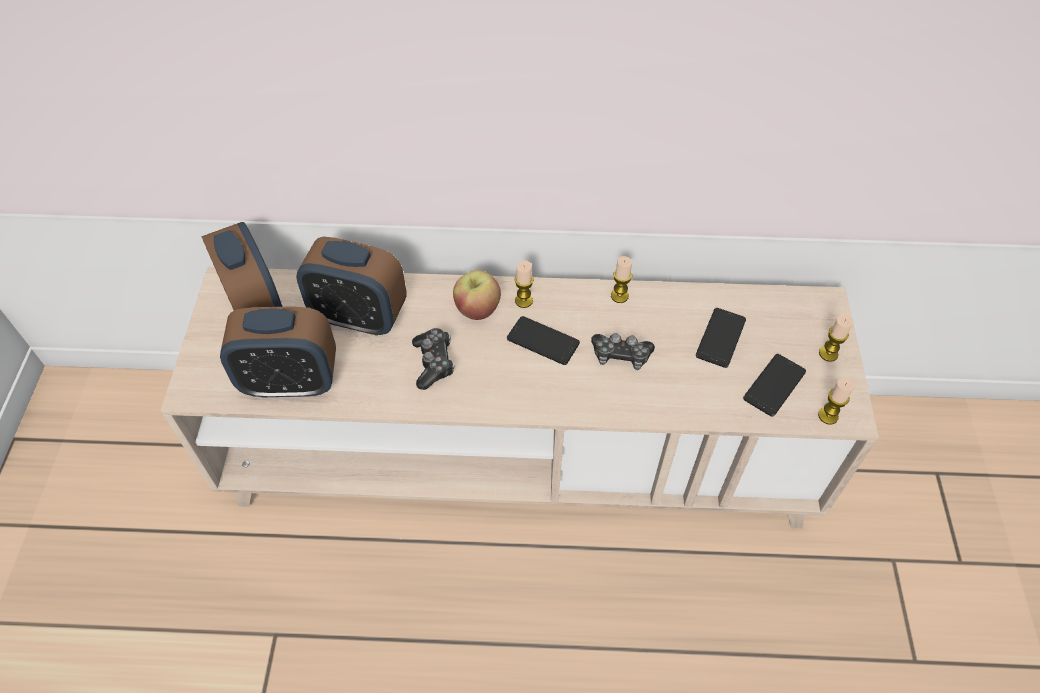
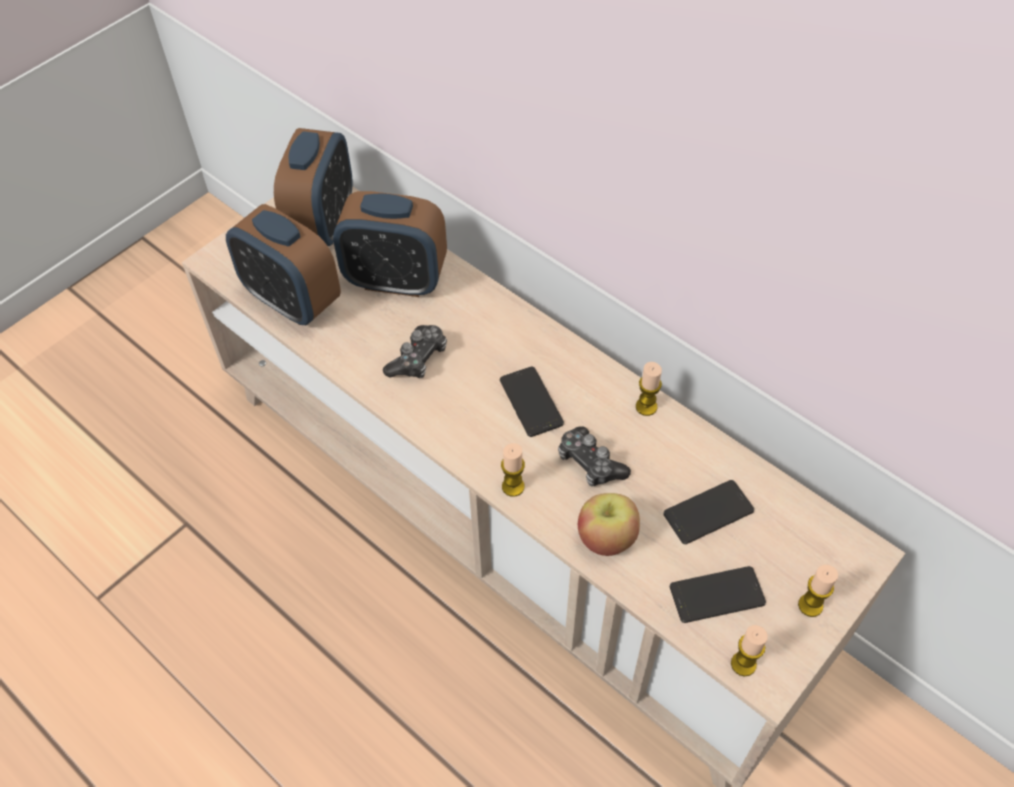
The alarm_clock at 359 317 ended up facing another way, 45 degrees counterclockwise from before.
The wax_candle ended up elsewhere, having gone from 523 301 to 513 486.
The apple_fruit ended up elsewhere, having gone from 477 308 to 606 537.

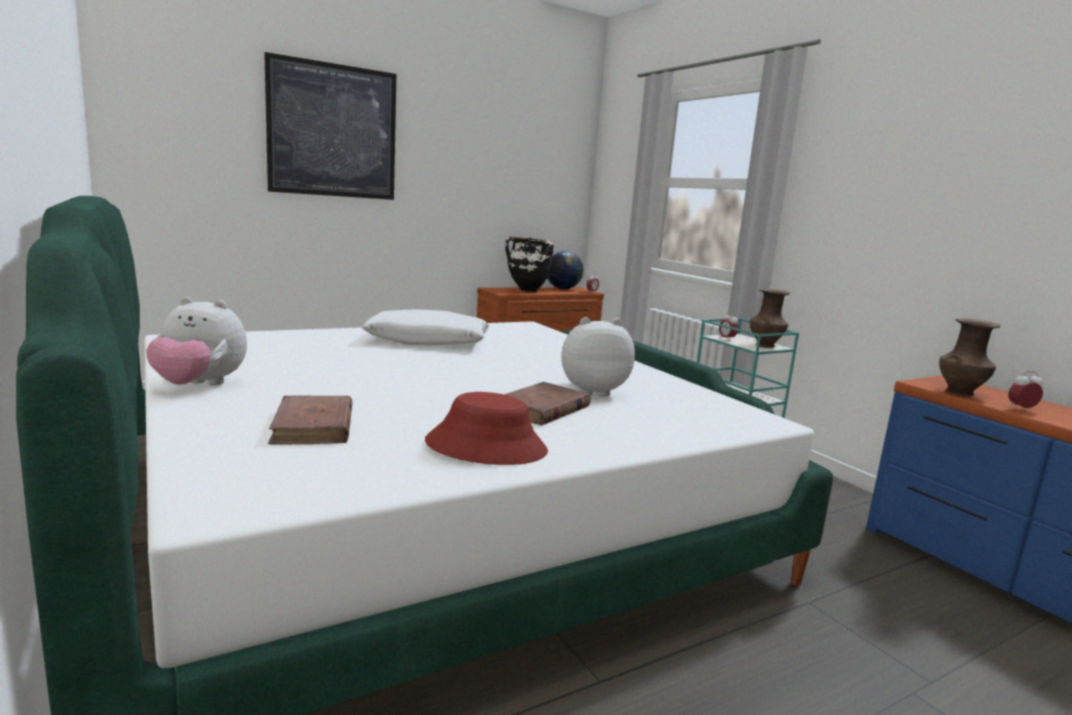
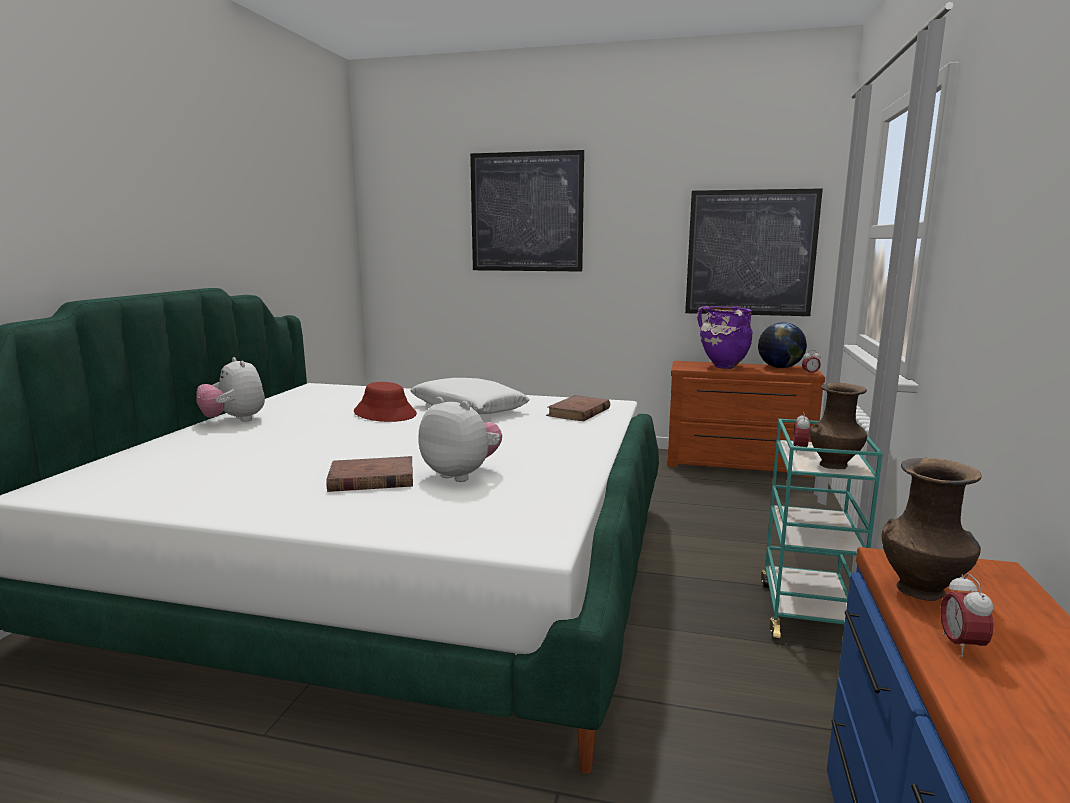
What was the black_decorative_vase at 527 290 turned into the purplish_decorative_vase at 723 367.
The alarm_clock at 1021 409 ended up facing another way, 120 degrees counterclockwise from before.
The reddish_hat ended up elsewhere, having gone from 486 447 to 385 413.
The brown-coloured_volume ended up elsewhere, having gone from 313 426 to 578 412.
The second view gained the picture at 750 253.

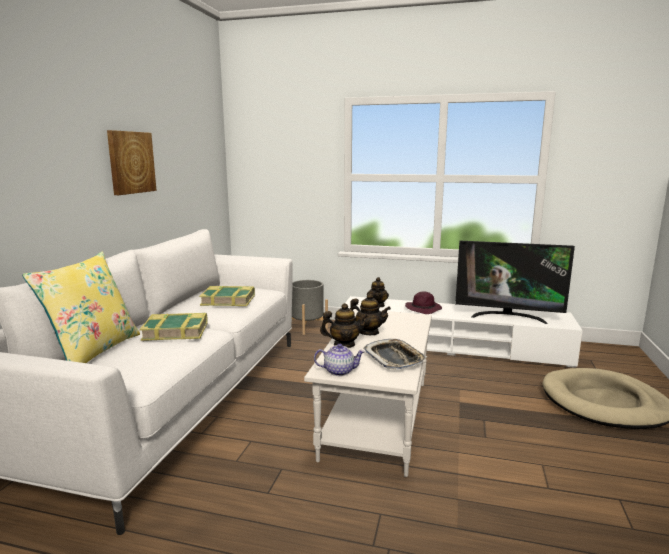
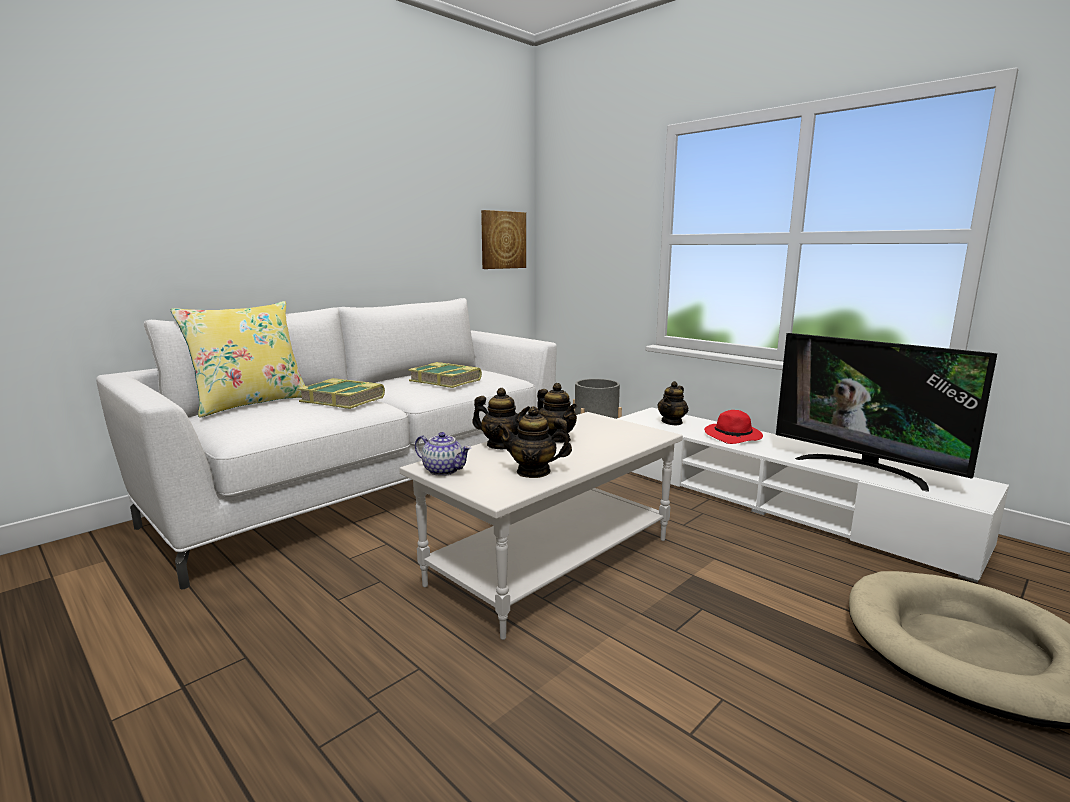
The picture ended up elsewhere, having gone from 131 162 to 502 240.
What was the purplish_hat at 423 309 turned into the reddish_hat at 734 437.
Where the tray stood at 394 358, the tea_pot came to stand at 533 472.

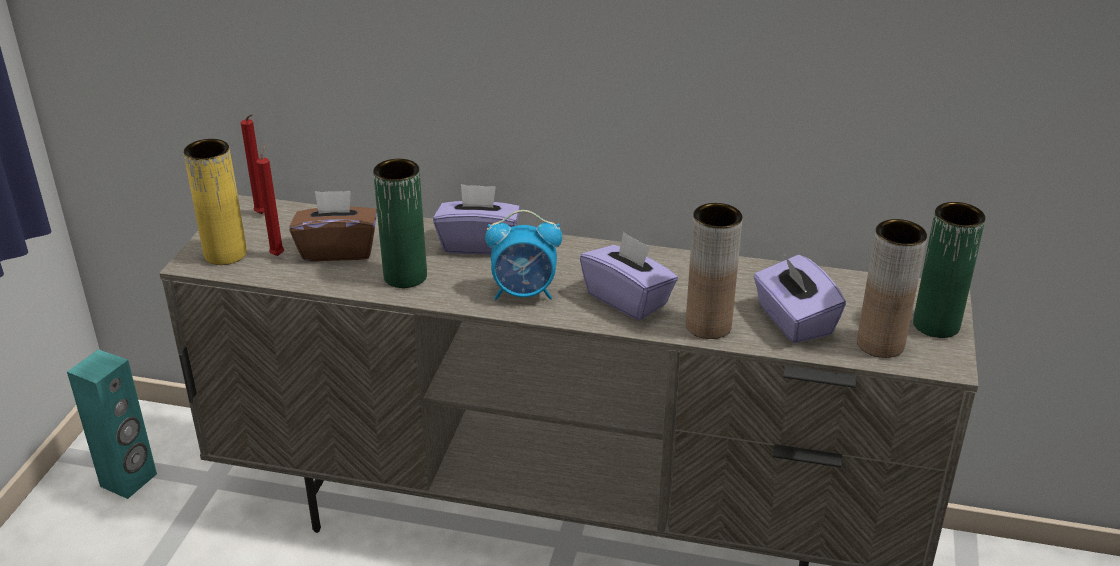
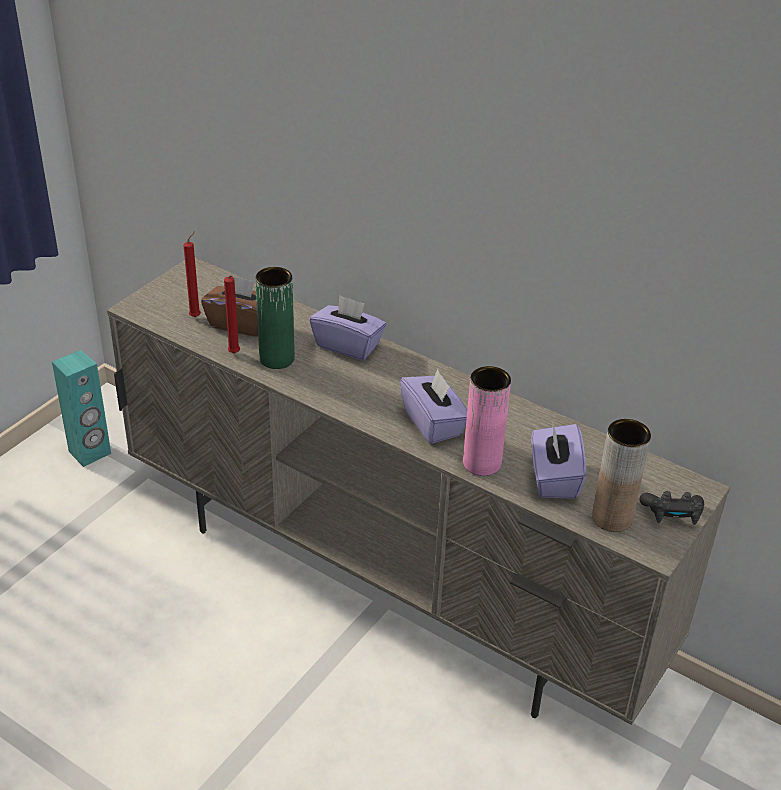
The reddish_wax_candle ended up elsewhere, having gone from 262 214 to 234 354.
The second view lost the yellowish_decorative_vase at 225 254.
Where the green-coloured_decorative_vase stood at 936 325, the black_joypad came to stand at 672 515.
What was the brown-coloured_decorative_vase at 708 326 turned into the pink_decorative_vase at 482 463.
The second view lost the alarm_clock at 524 293.

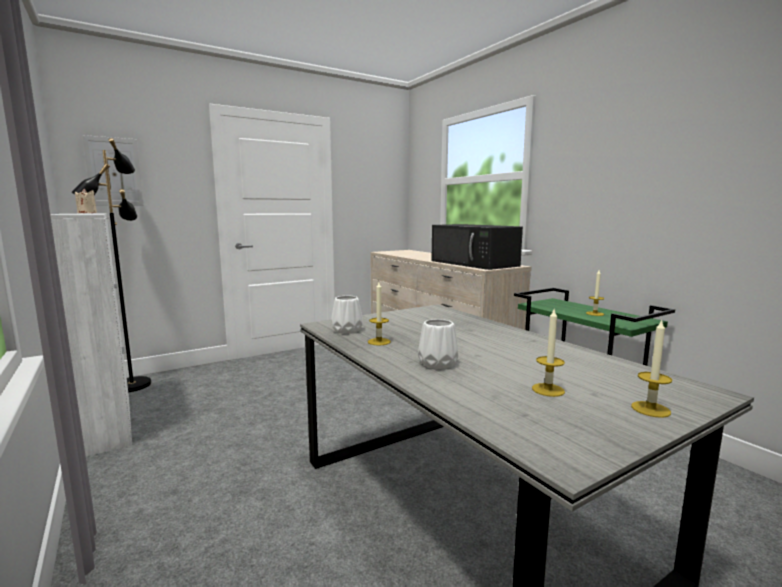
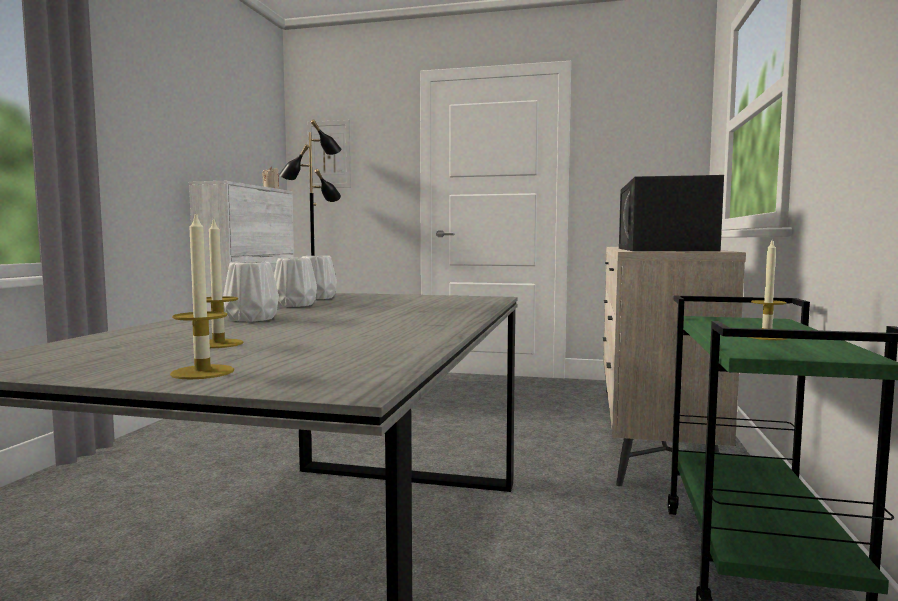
Where the wax_candle stood at 379 341, the white_decorative_vase came to stand at 296 305.

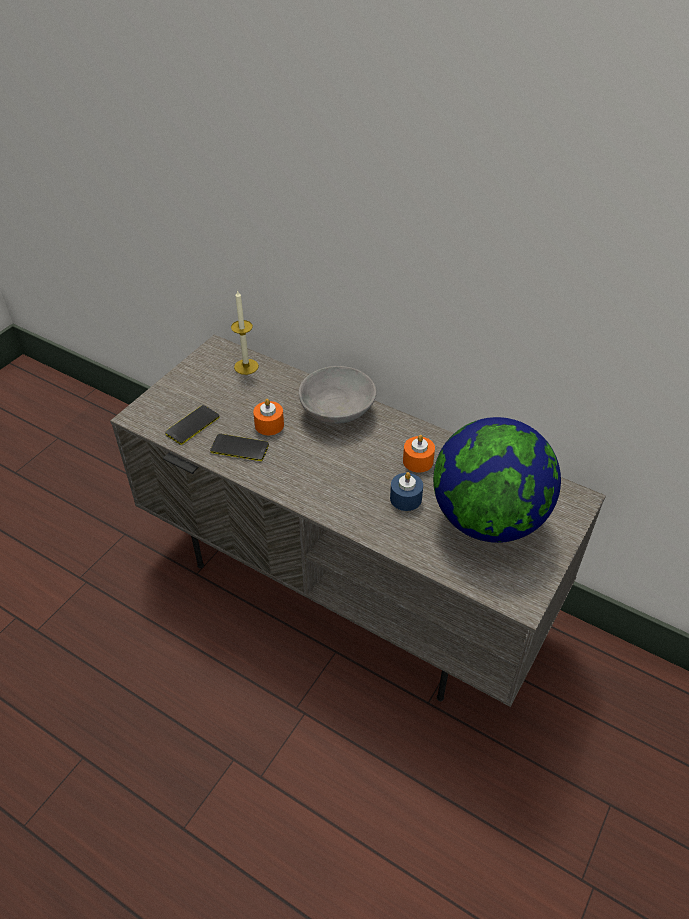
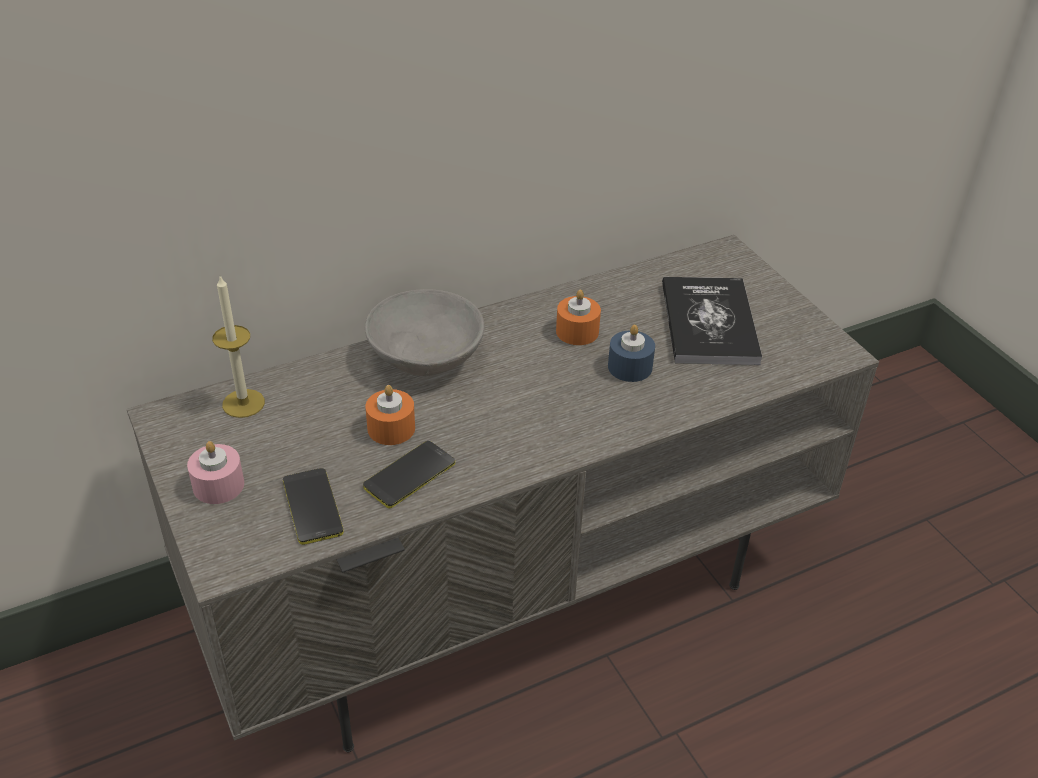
Where the globe stood at 487 519, the volume came to stand at 709 323.
The second view gained the pink_wax_candle at 218 485.

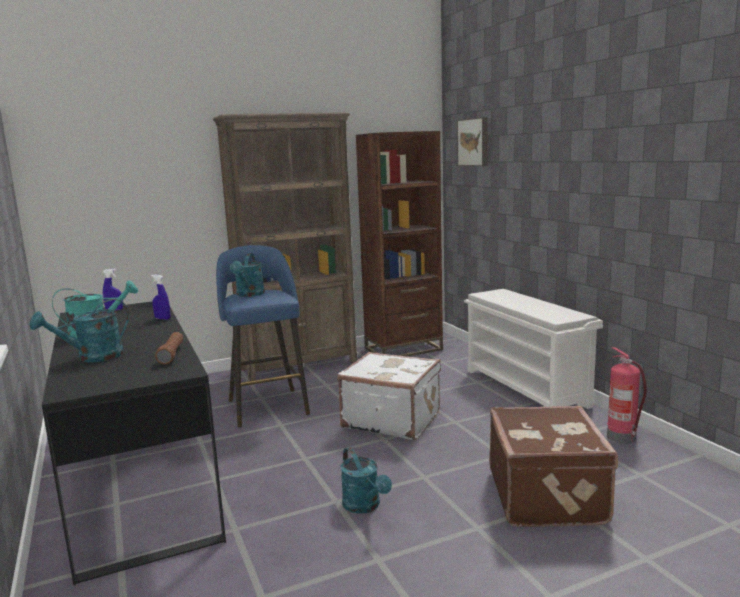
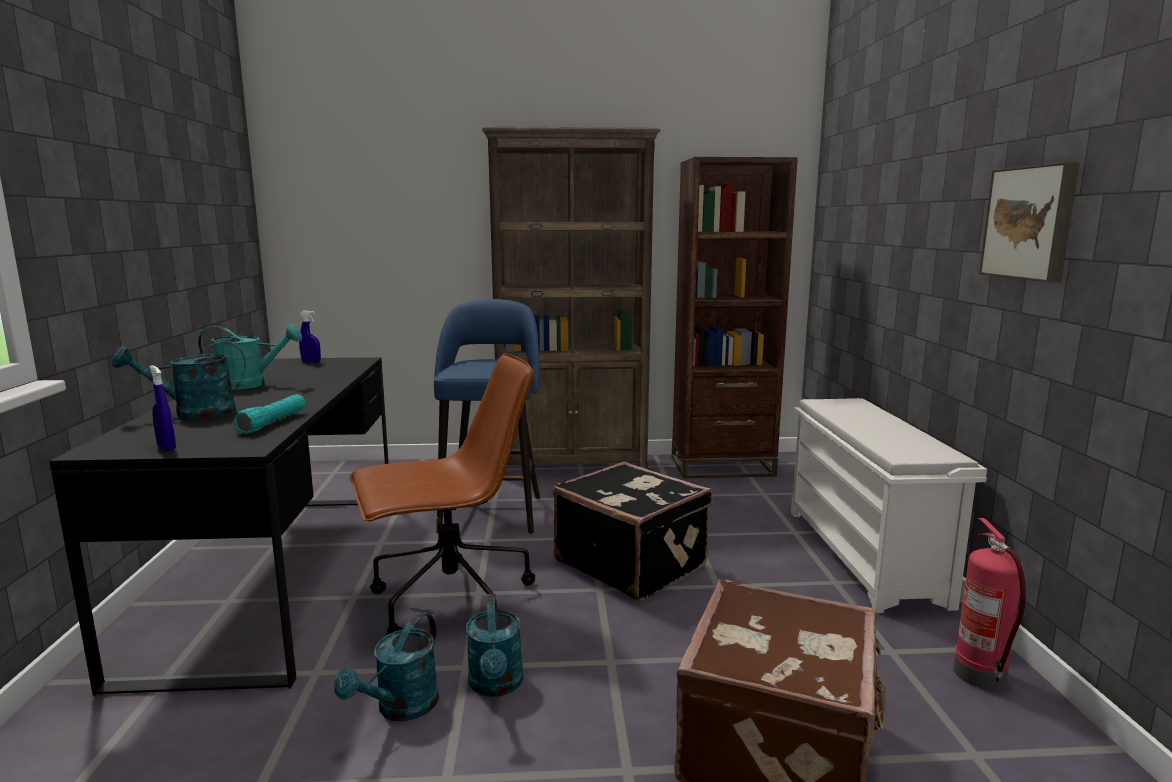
The picture ended up elsewhere, having gone from 474 142 to 1031 223.
The turquoise_sprinkling_can ended up elsewhere, having gone from 249 295 to 400 709.
The blue_spray_bottle ended up elsewhere, having gone from 162 318 to 166 448.
What was the brown-coloured_torch at 171 354 turned into the turquoise_torch at 273 423.
What was the white_travel_case at 391 419 turned into the black_travel_case at 631 563.
The second view gained the brown-coloured_office_chair at 449 602.

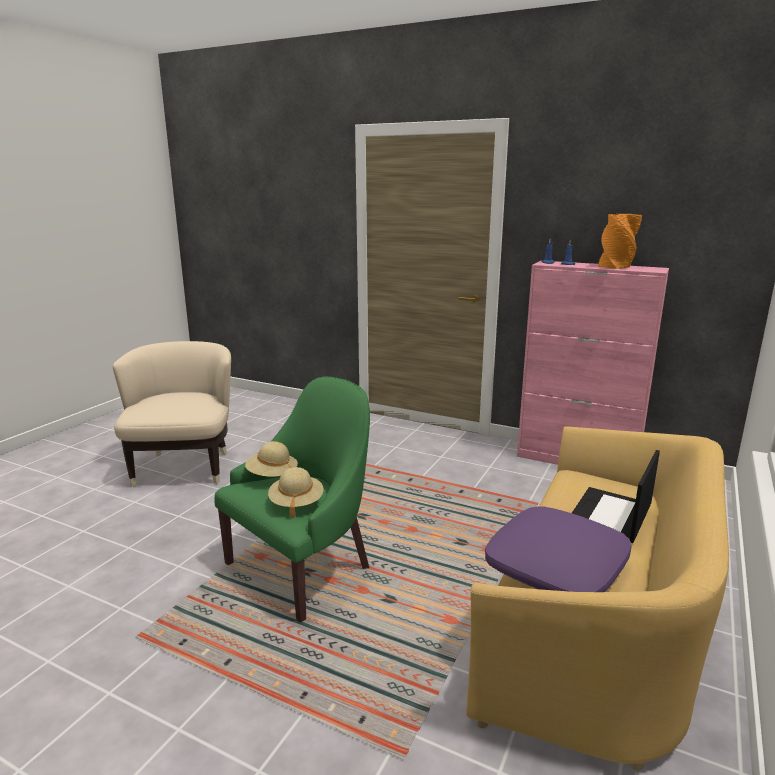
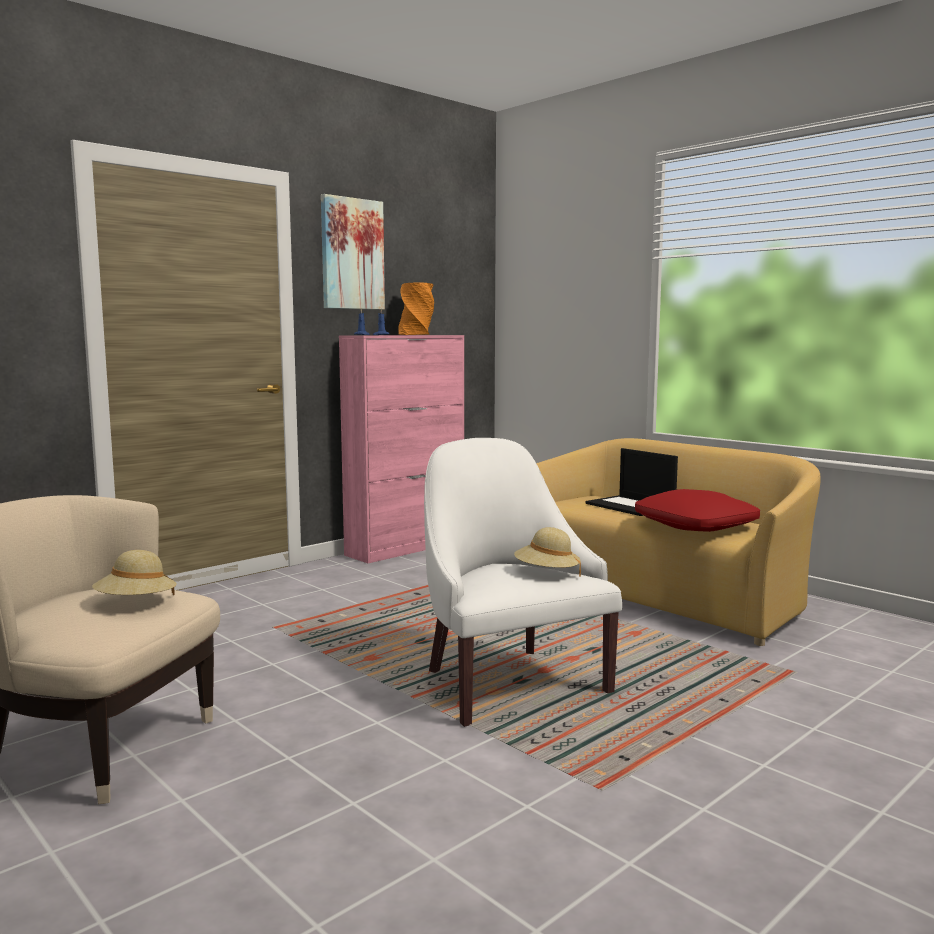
What was the green-coloured_easy_chair at 303 567 turned into the white_easy_chair at 508 682.
The beige_hat ended up elsewhere, having gone from 272 475 to 136 604.
What was the purplish_throw_pillow at 557 566 turned into the reddish_throw_pillow at 696 525.
The second view gained the picture at 352 254.

